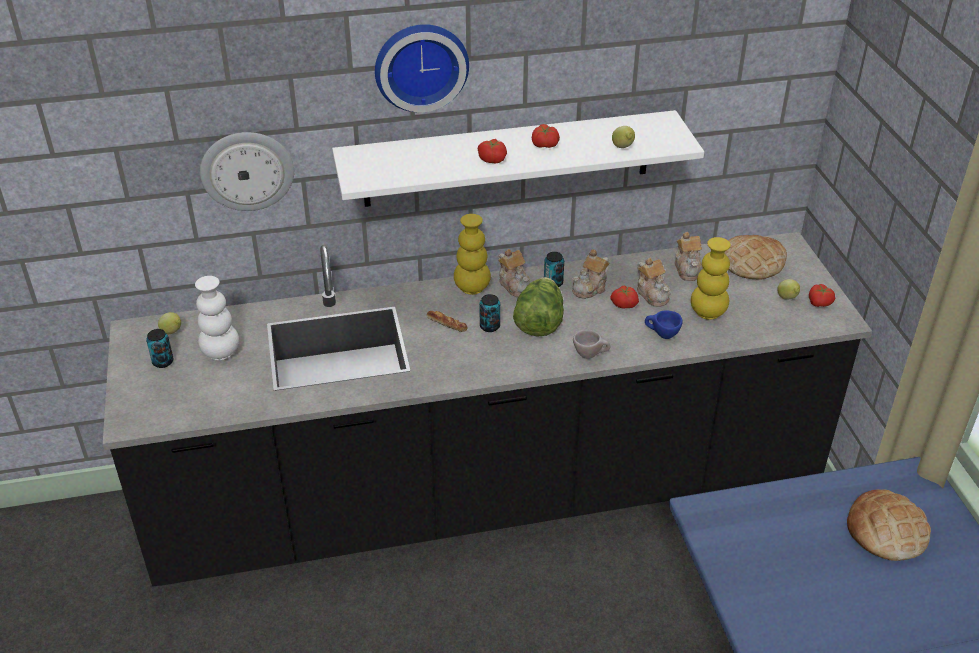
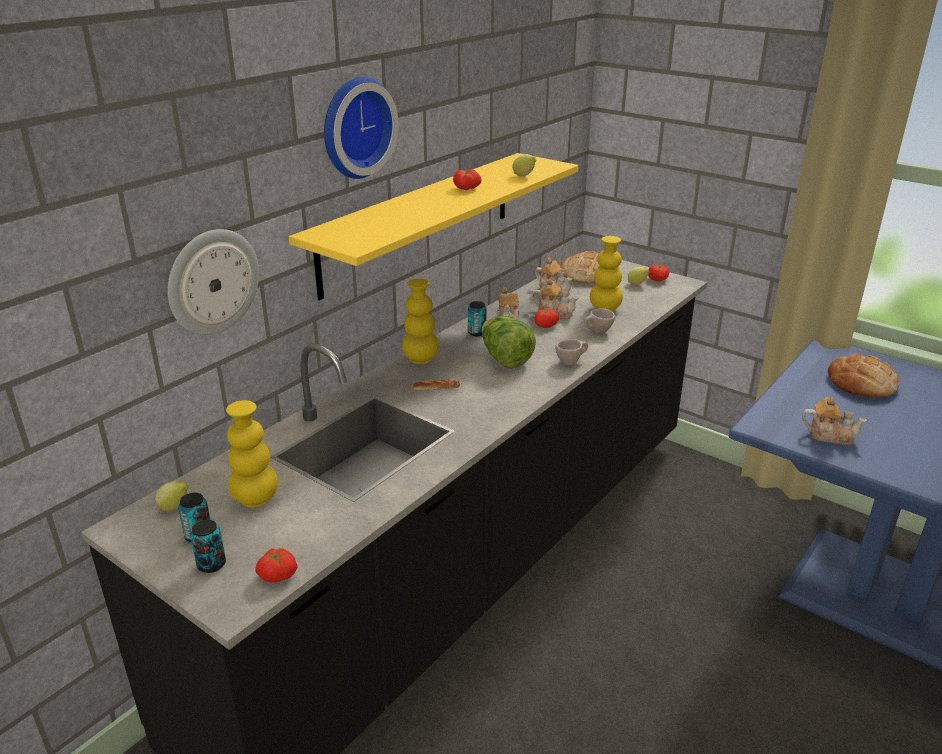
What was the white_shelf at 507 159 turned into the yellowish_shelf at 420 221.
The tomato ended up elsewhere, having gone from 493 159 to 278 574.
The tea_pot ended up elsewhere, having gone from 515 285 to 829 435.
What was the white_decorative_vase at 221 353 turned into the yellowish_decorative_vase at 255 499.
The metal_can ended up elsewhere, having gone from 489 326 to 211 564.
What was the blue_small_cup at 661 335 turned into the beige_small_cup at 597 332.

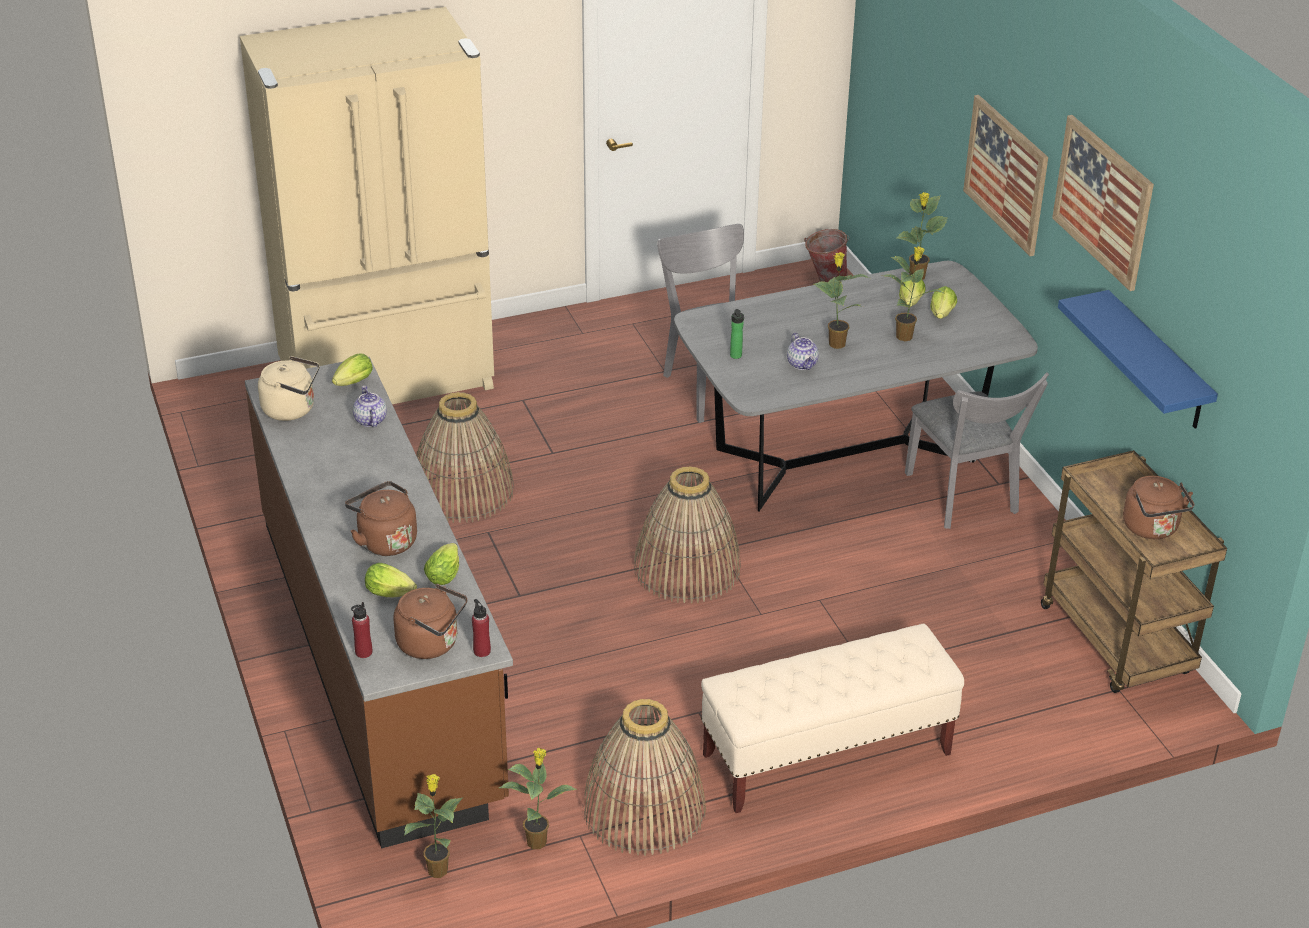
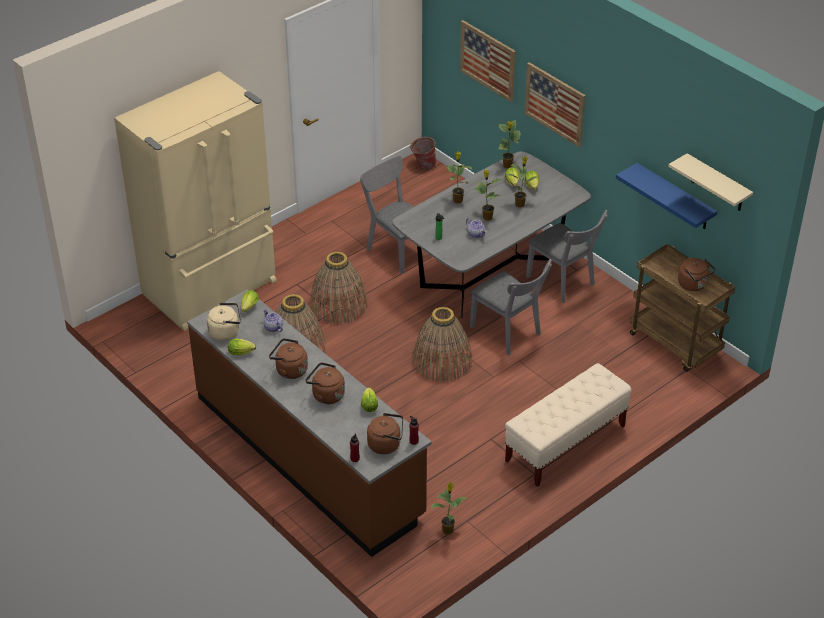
The picture ended up elsewhere, having gone from 1103 201 to 488 60.
The lettuce_head ended up elsewhere, having gone from 392 594 to 242 352.
The basket ended up elsewhere, having gone from 644 809 to 338 305.
The potted_plant ended up elsewhere, having gone from 438 869 to 457 200.
The second view gained the beige_shelf at 717 184.
The second view gained the grey_chair at 508 333.
The second view gained the brown-coloured_kettle at 289 370.

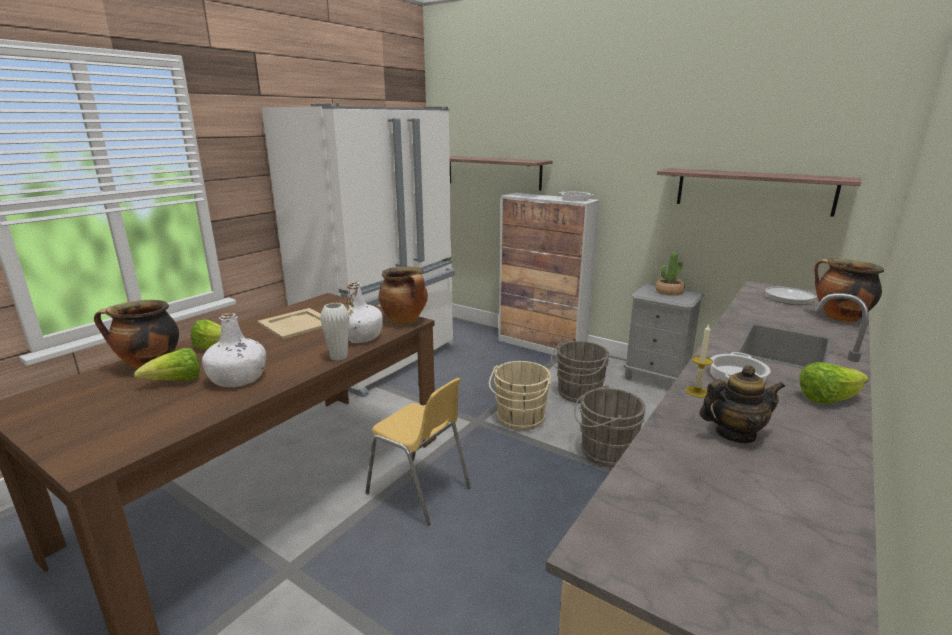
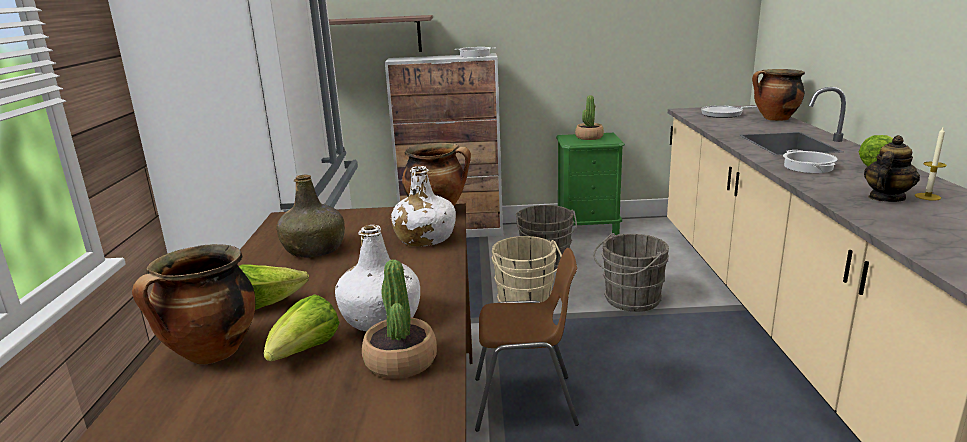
The second view lost the shelf at 753 191.
What was the grey_nightstand at 656 378 turned into the green-coloured_nightstand at 588 228.
The second view lost the white_decorative_vase at 338 357.
Where the beige_tray stood at 298 323, the green-coloured_drink_bottle came to stand at 315 249.
The wax_candle ended up elsewhere, having gone from 697 391 to 927 197.
What was the yellowish_chair at 419 491 turned into the brown-coloured_chair at 525 402.
The second view gained the potted_plant at 400 361.

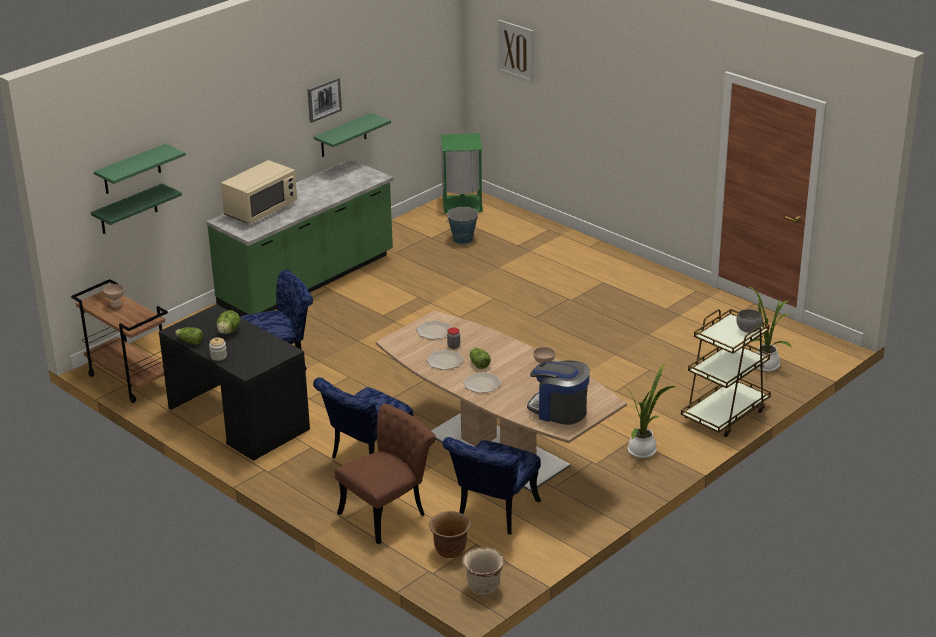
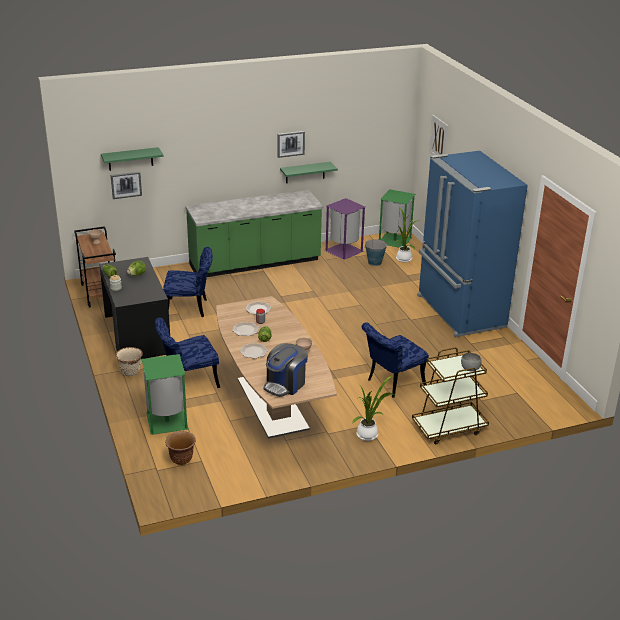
The second view lost the beige_kitchen_microwave at 261 210.
Where the green-coloured_shelf hung at 128 209, the picture came to hang at 126 185.
The potted_plant ended up elsewhere, having gone from 764 364 to 403 258.
The coffee_machine at 559 410 ended up facing another way, 105 degrees counterclockwise from before.
Where the brown-coloured_chair stood at 388 512, the green-coloured_rubbish_bin came to stand at 168 421.
The blue_chair ended up elsewhere, having gone from 493 514 to 391 383.
The beige_planter ended up elsewhere, having gone from 483 587 to 130 372.
The second view gained the blue_refrigerator at 459 312.
The second view gained the purplish_rubbish_bin at 344 251.

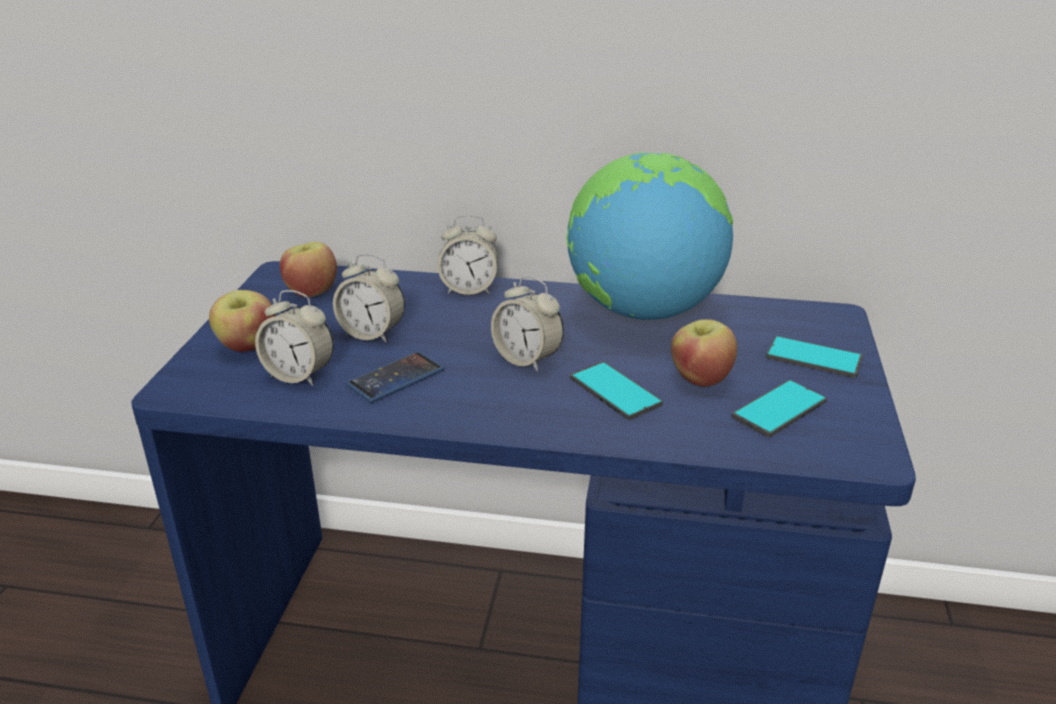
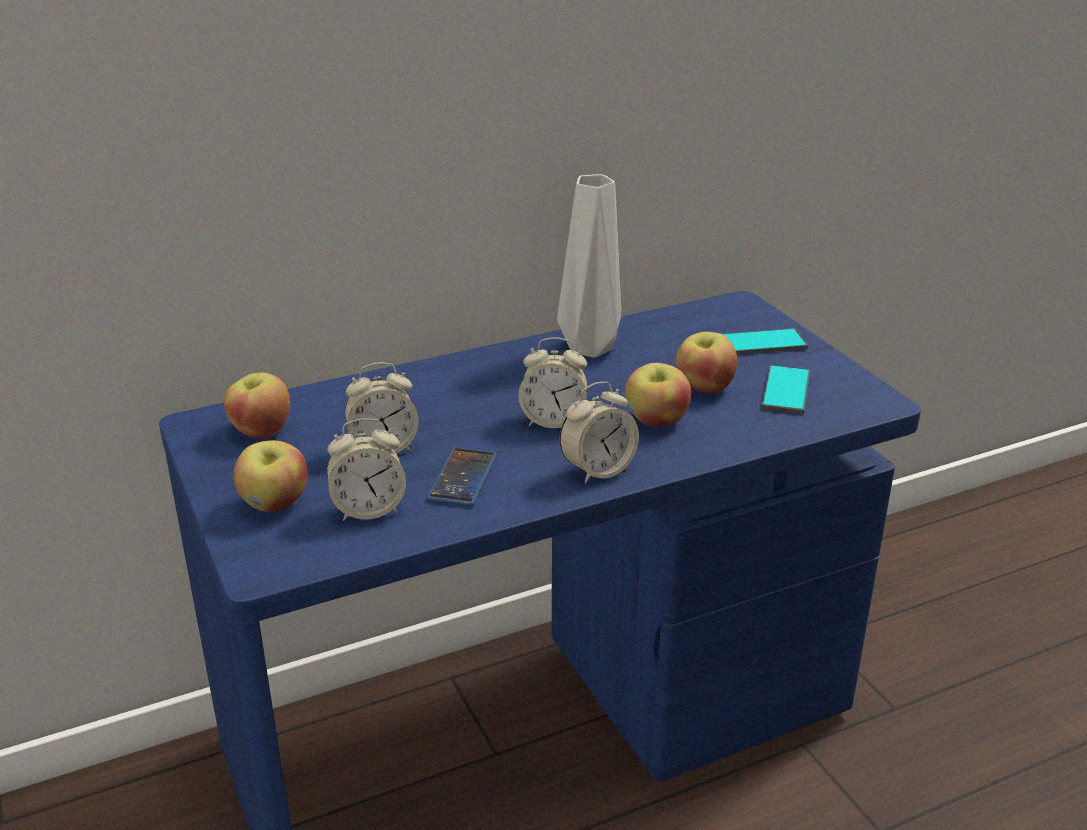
Where the globe stood at 642 311, the grey_decorative_vase came to stand at 593 347.
The alarm_clock ended up elsewhere, having gone from 469 289 to 598 470.
Where the phone stood at 614 391, the apple_fruit came to stand at 656 421.

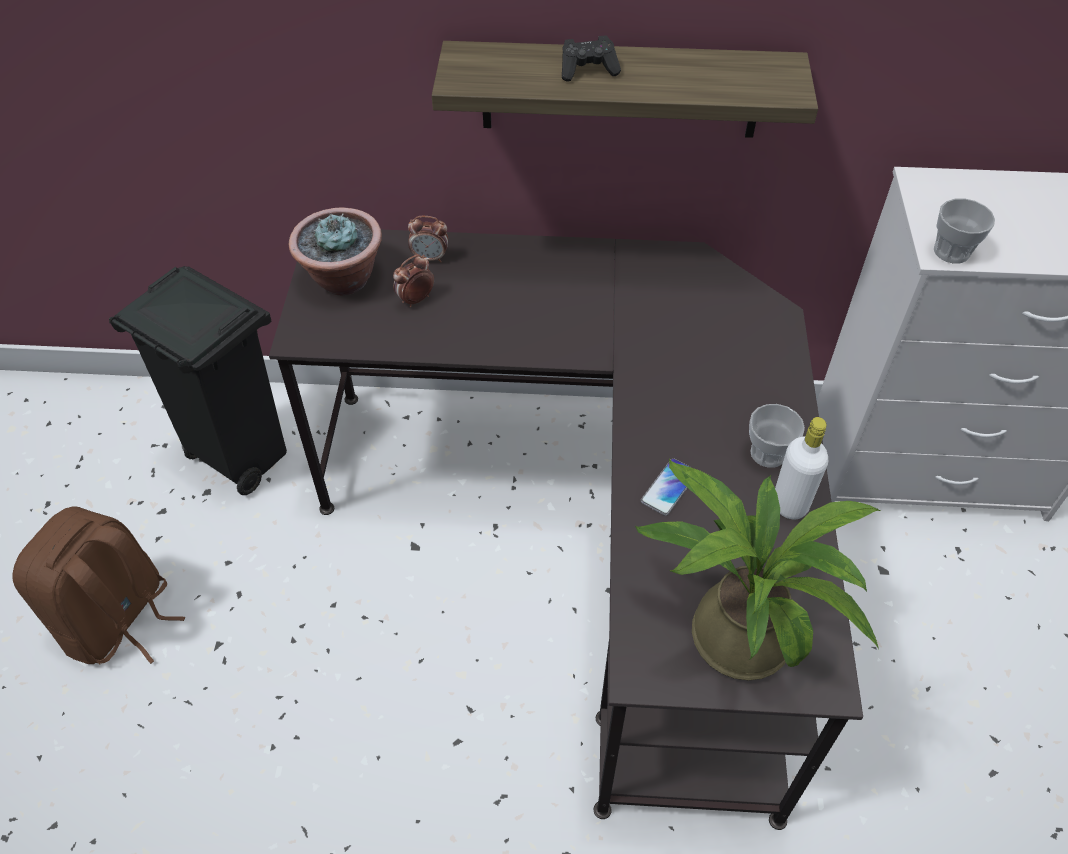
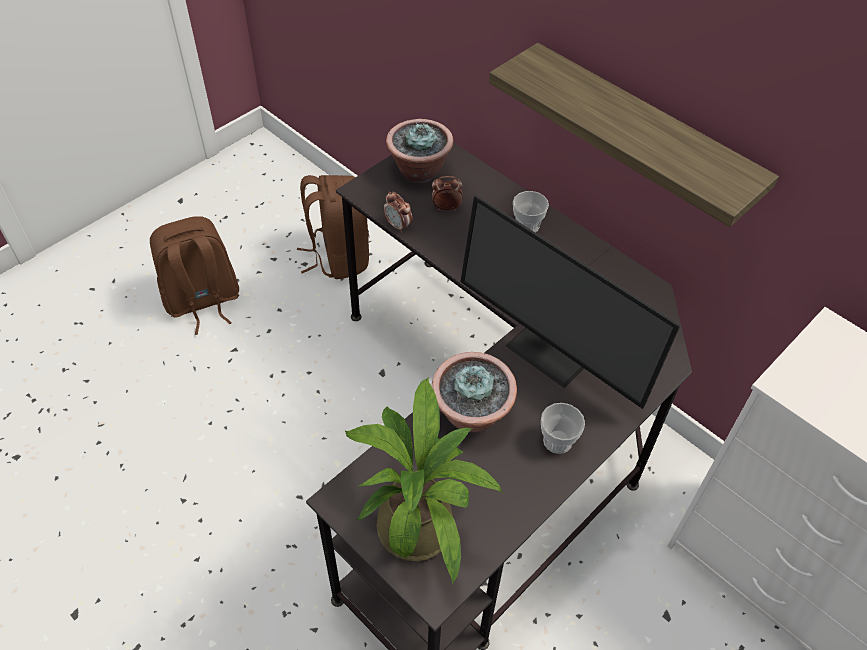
The second view lost the black_joypad at 588 70.
The small_cup ended up elsewhere, having gone from 951 251 to 527 226.
The alarm_clock ended up elsewhere, having gone from 430 258 to 398 226.
Where the black_rubbish_bin stood at 240 457, the brown-coloured_backpack came to stand at 338 256.
The second view lost the white_drink_bottle at 790 504.
Where the phone stood at 669 487, the potted_plant came to stand at 471 415.
The second view gained the computer_screen at 555 346.

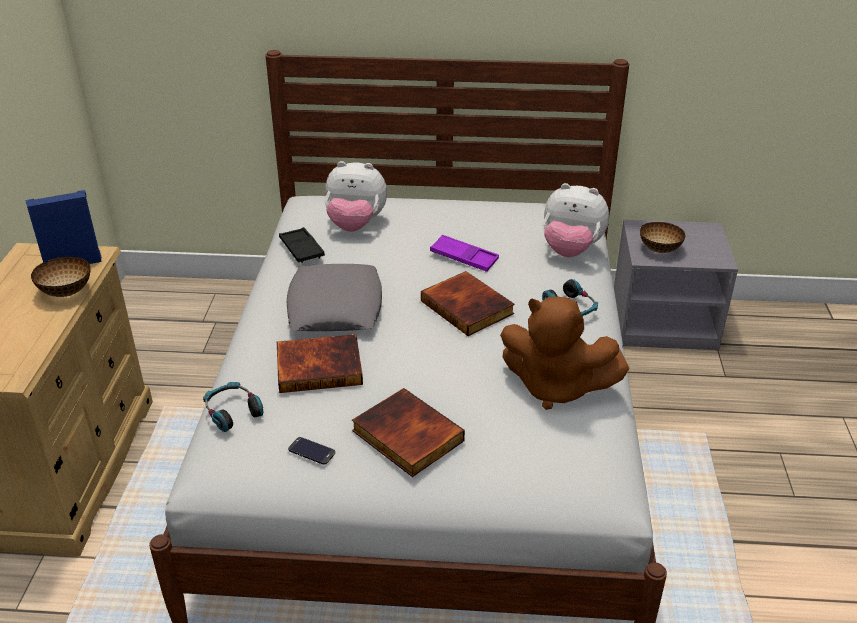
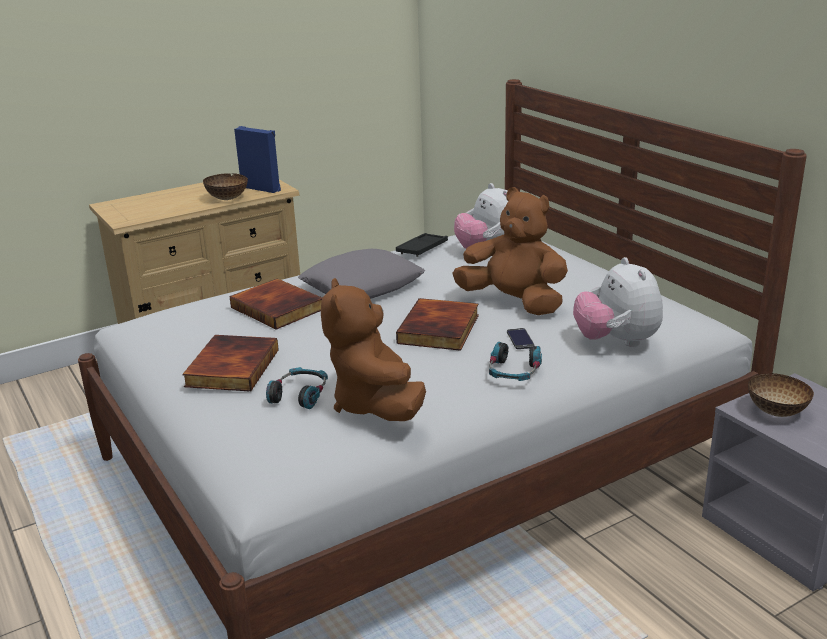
Where the purplish_tray stood at 464 257, the brown-coloured_soft_toy came to stand at 514 303.
The headset ended up elsewhere, having gone from 232 411 to 300 395.
The phone ended up elsewhere, having gone from 311 451 to 520 339.

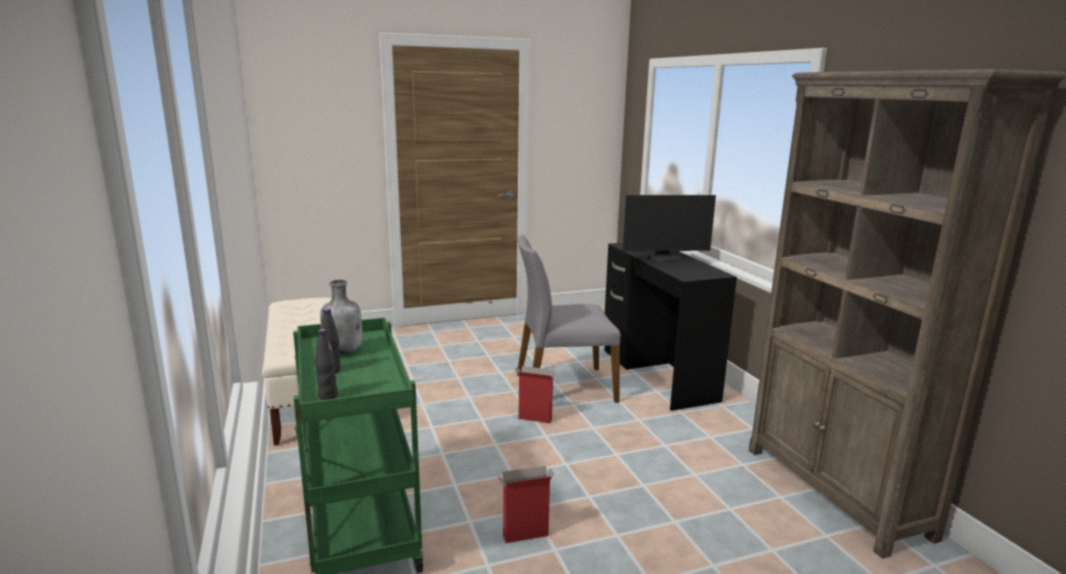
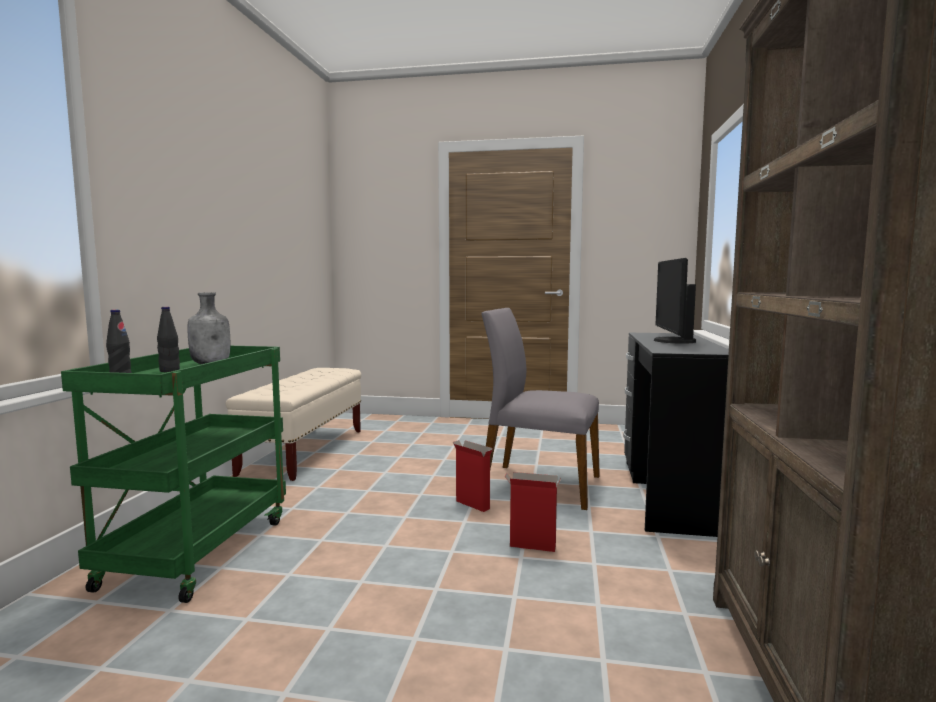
The computer_screen at 664 258 ended up facing another way, 75 degrees clockwise from before.
The packing_box ended up elsewhere, having gone from 524 536 to 531 546.

